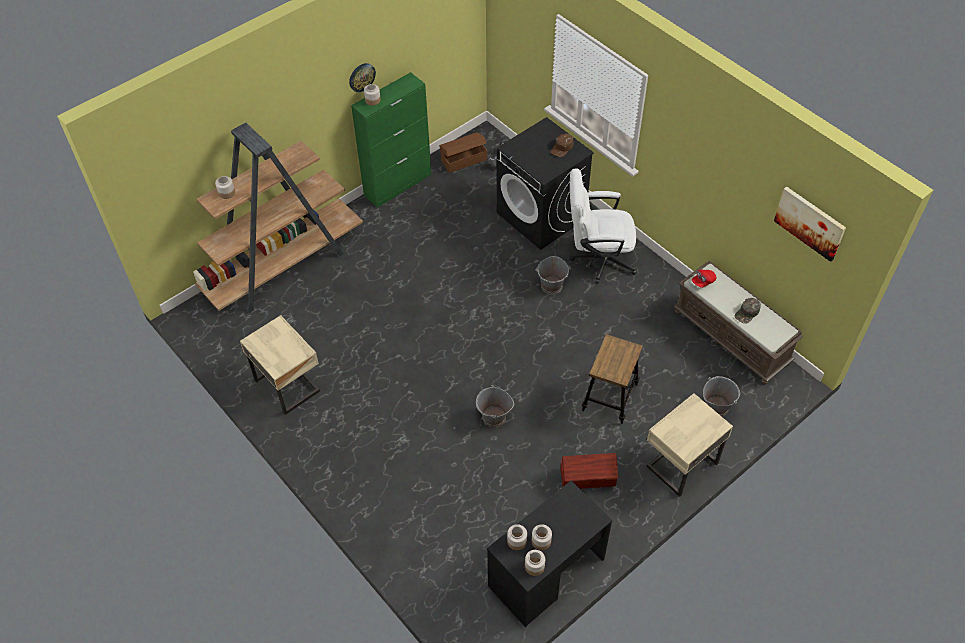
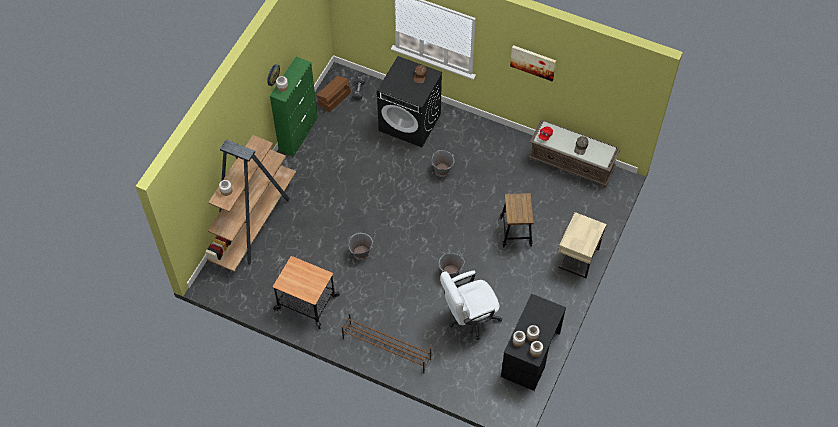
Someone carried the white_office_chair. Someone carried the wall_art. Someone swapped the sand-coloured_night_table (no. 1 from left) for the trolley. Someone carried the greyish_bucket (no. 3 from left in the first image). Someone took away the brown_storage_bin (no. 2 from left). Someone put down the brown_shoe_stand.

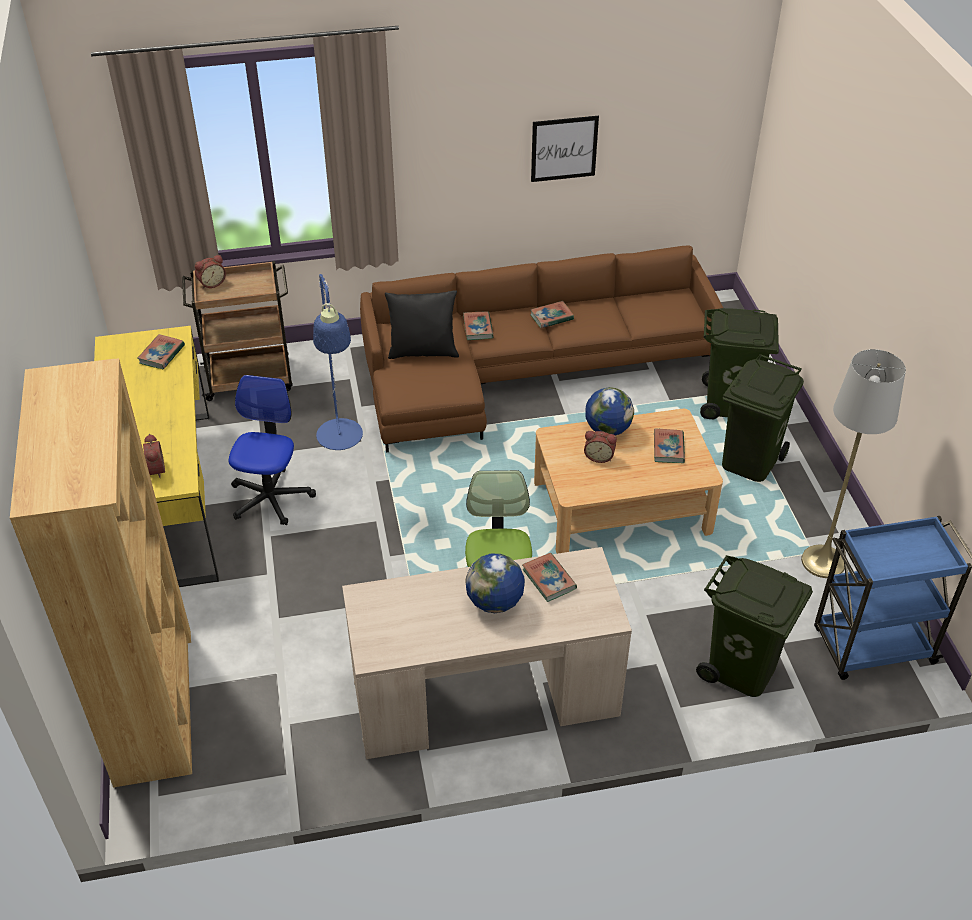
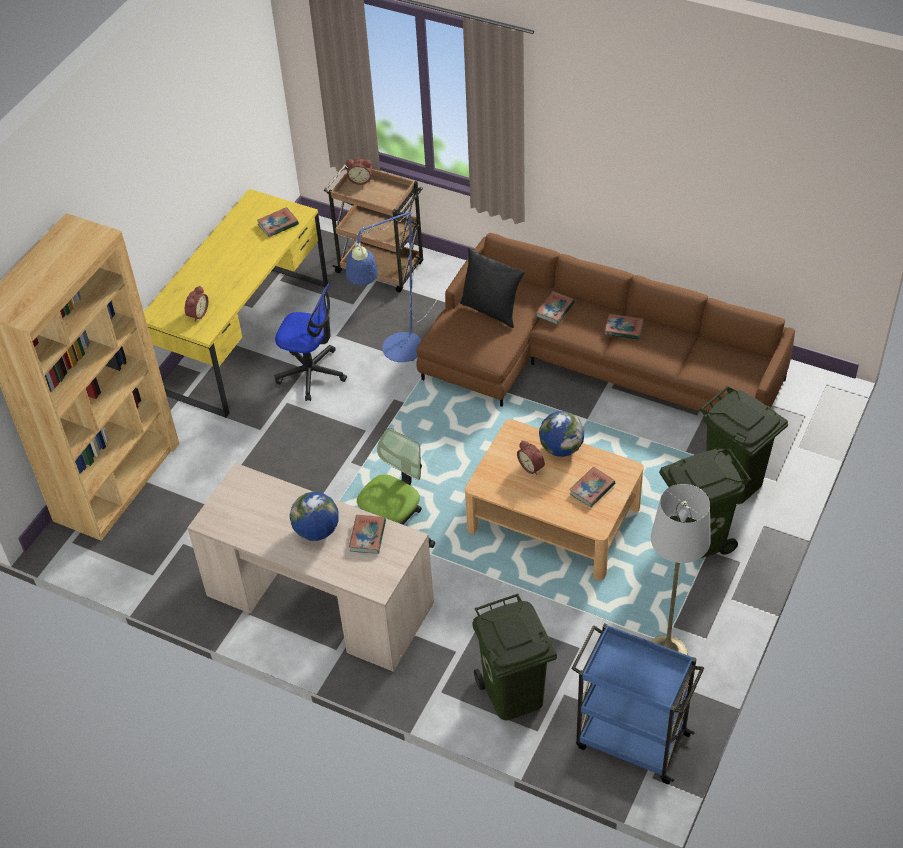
Someone took away the wall_art. Someone rotated the office_chair (no. 1 from left) by 60 degrees clockwise.

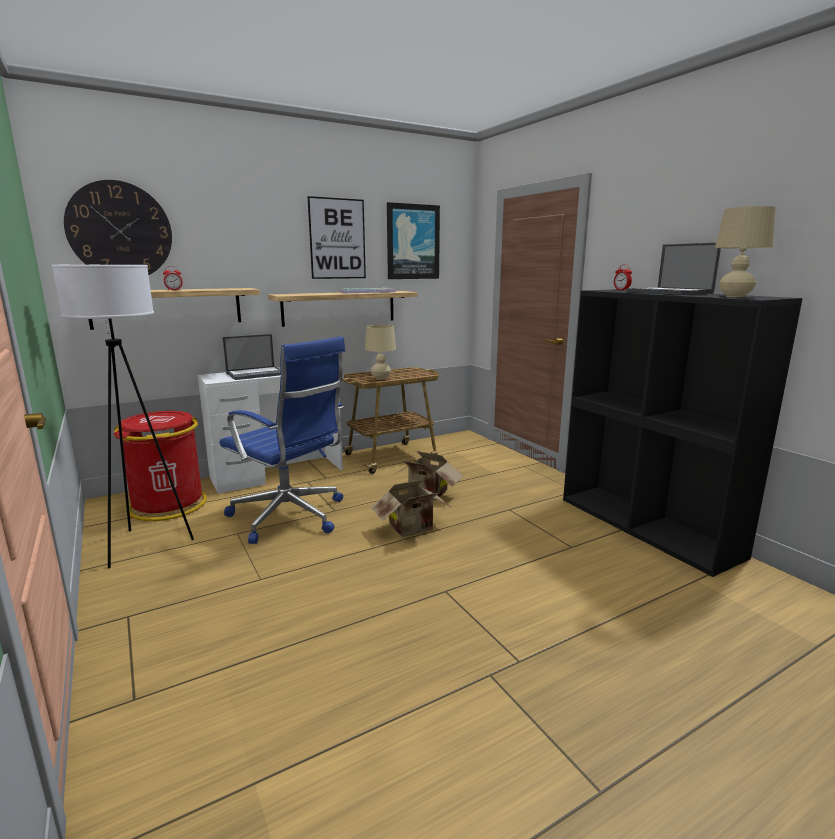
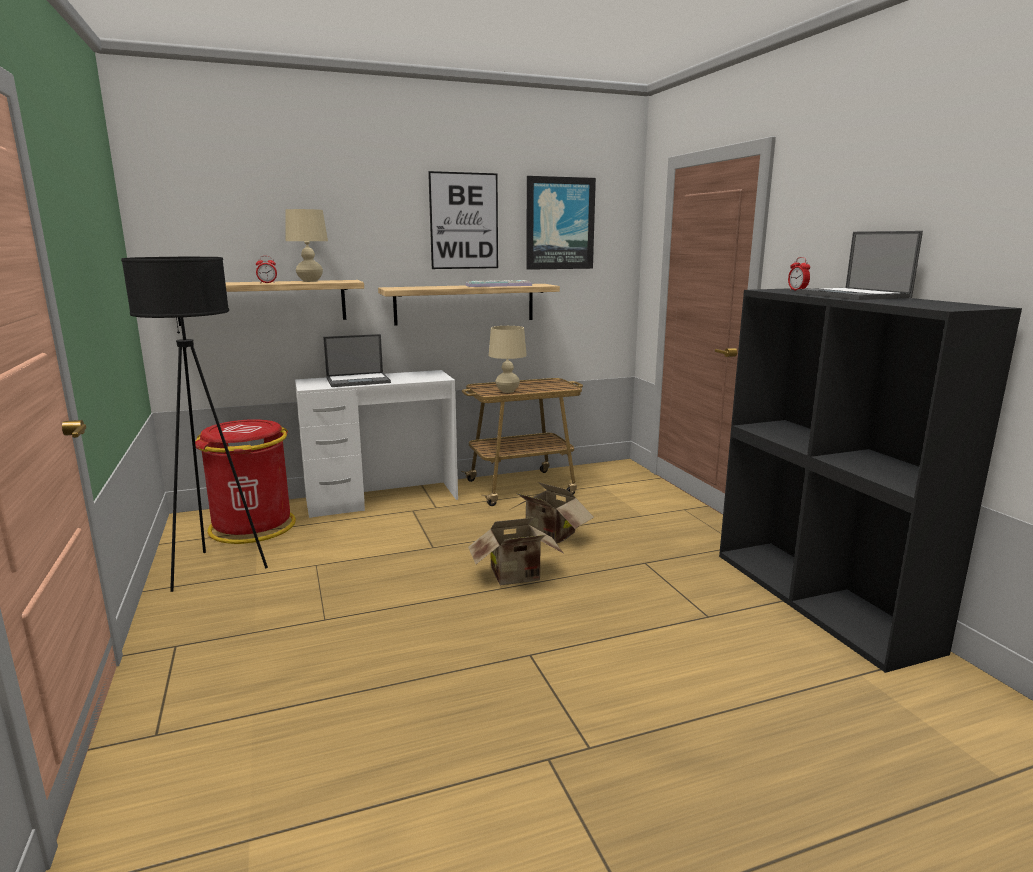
Someone took away the clock_on_the_wall. Someone carried the sand-coloured_lamp_for_a_table (no. 2 from left in the first image). Someone repainted the white_floor_lamp, which became the black_floor_lamp. Someone took away the blue-coloured_office_chair.

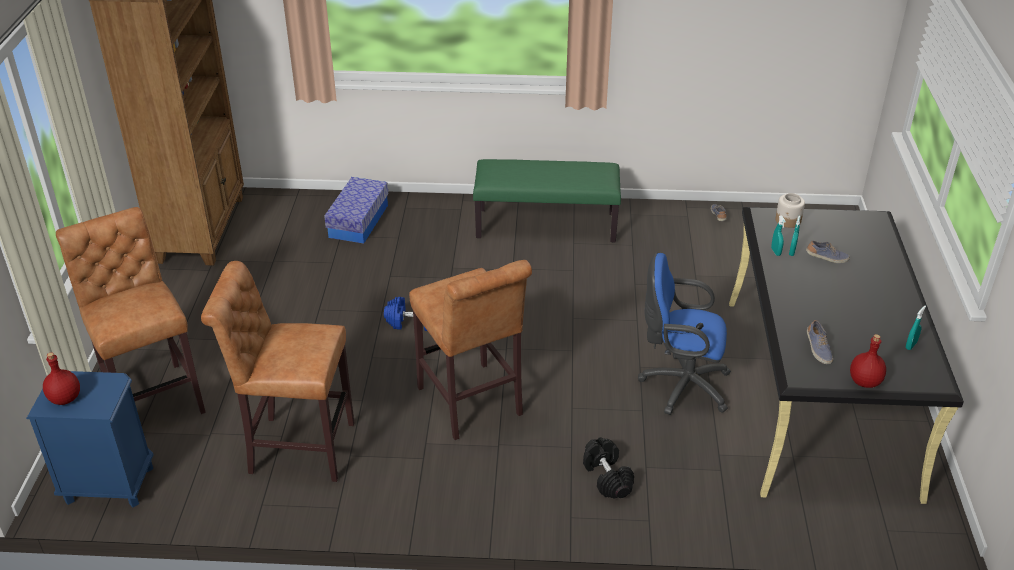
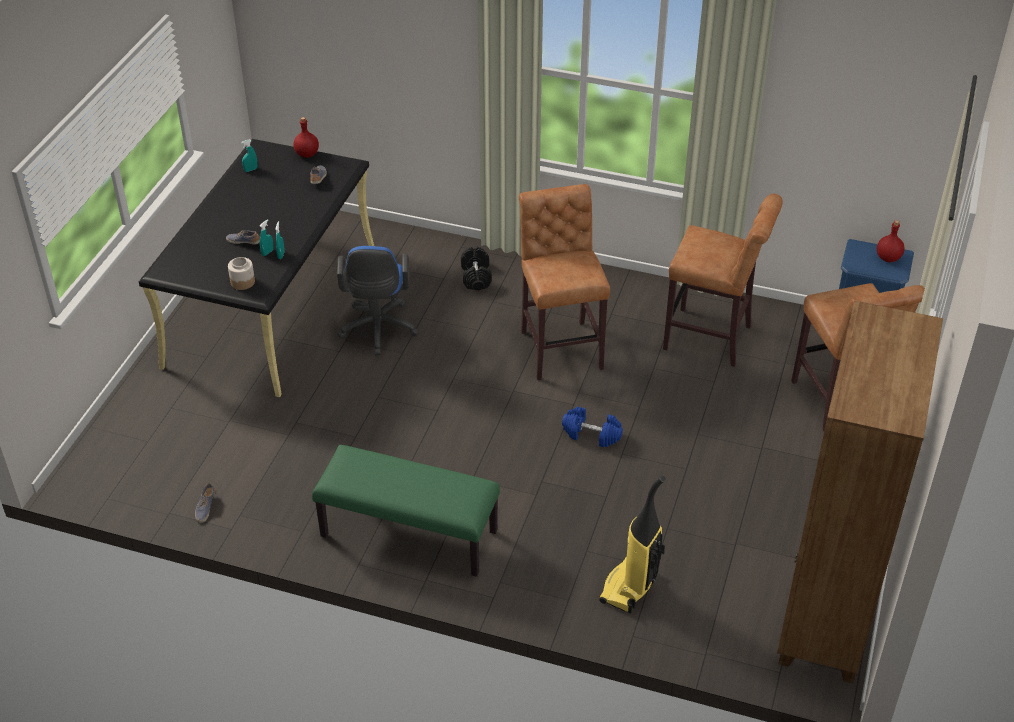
Someone swapped the storage_bin for the vacuum_cleaner. Someone rotated the blue-coloured_office_chair by 60 degrees clockwise.

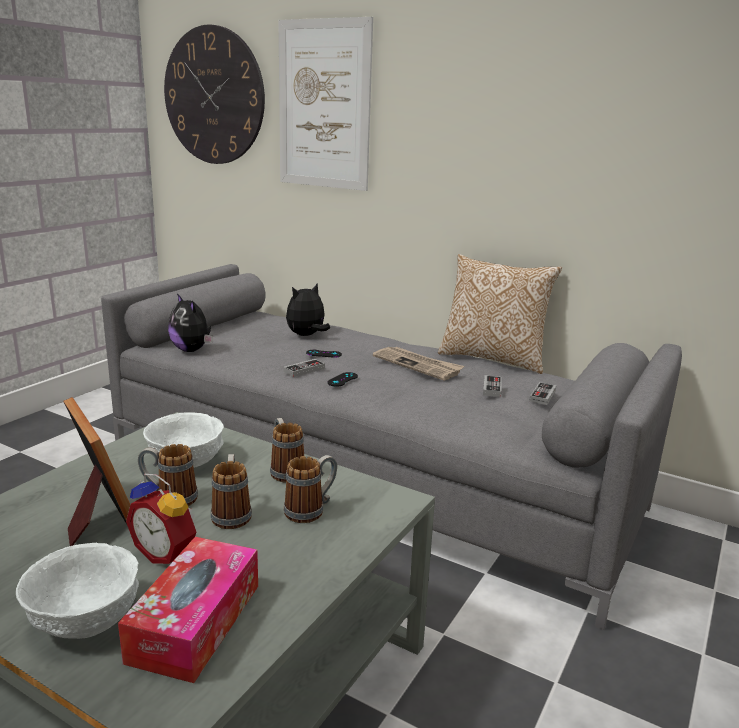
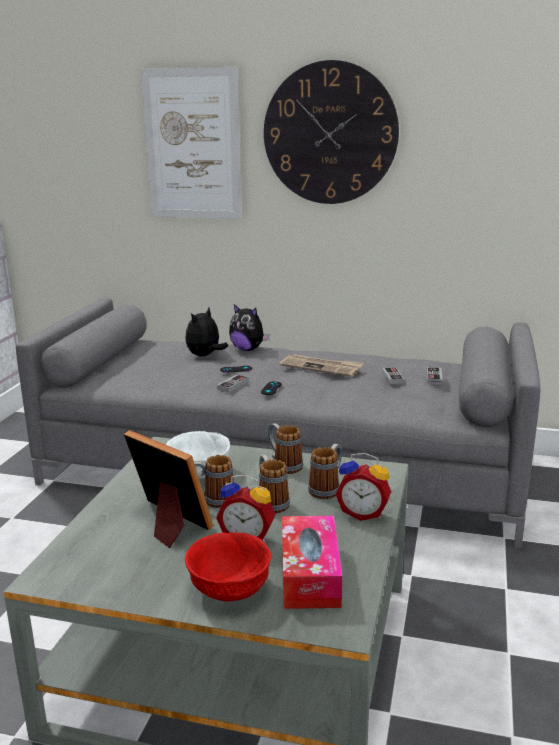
Someone carried the clock_on_the_wall. Someone took away the pillow. Someone carried the soft_toy (no. 1 from left in the first image). Someone repainted the white_bowl (no. 1 from left), which became the reddish_bowl. Someone put down the table_clock (no. 2 from left).

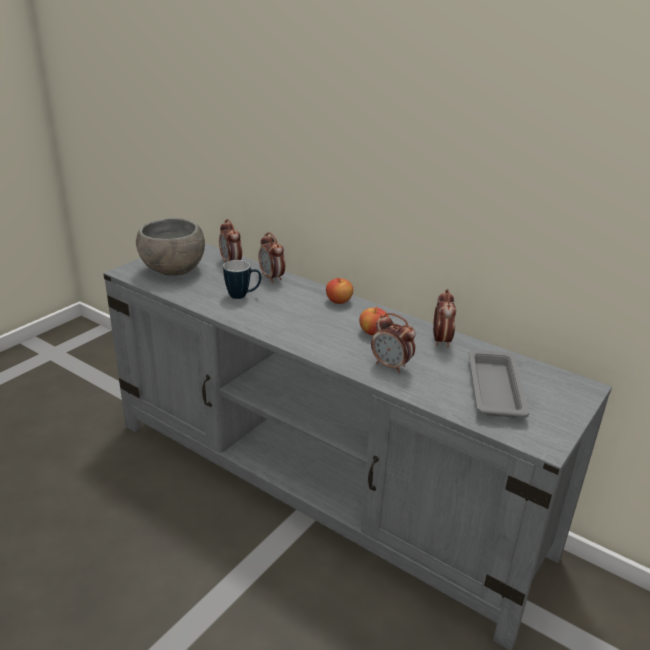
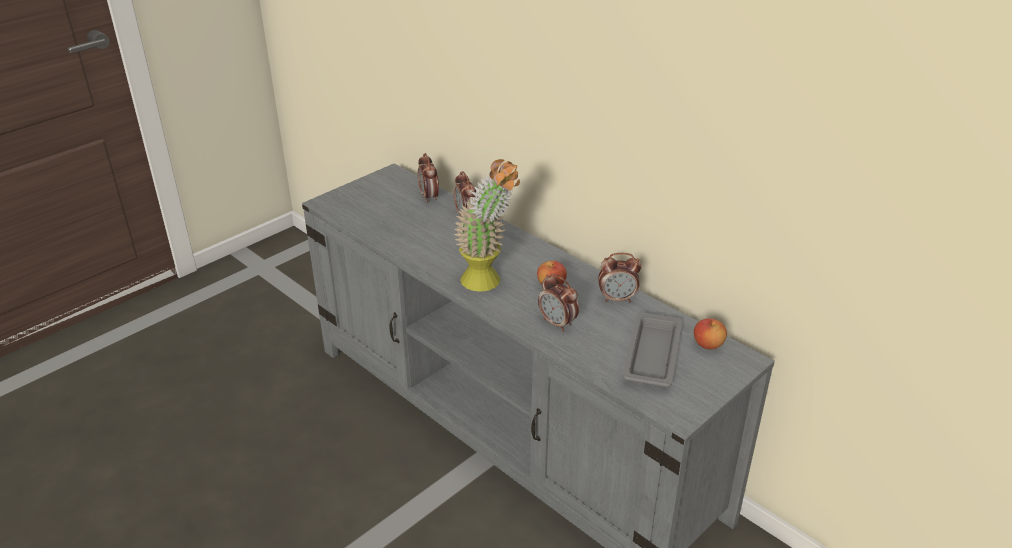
Someone took away the greyish_bowl. Someone took away the mug. Someone carried the apple_fruit (no. 1 from left in the first image). Someone rotated the table_clock (no. 4 from left) by 75 degrees clockwise. Someone put down the potted_plant.

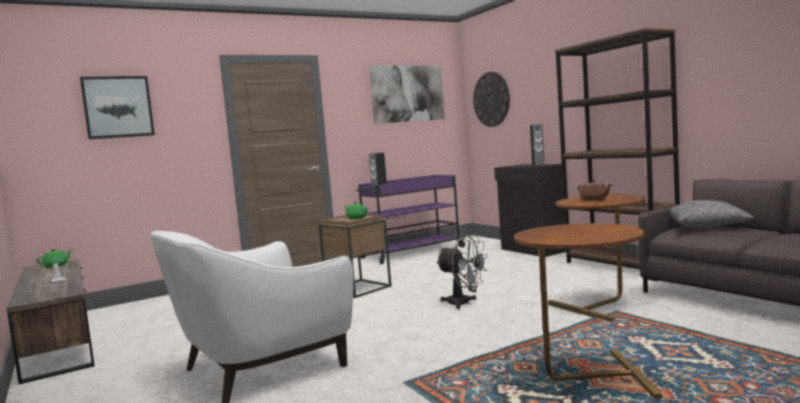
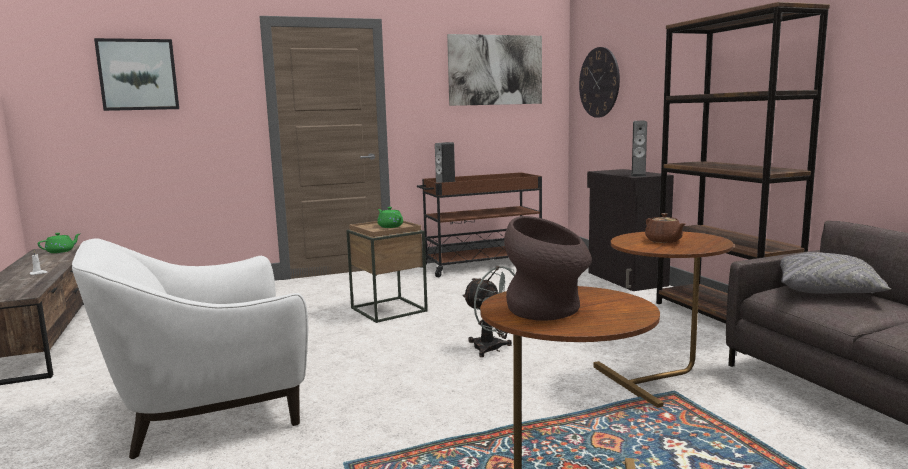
Someone repainted the purple_trolley, which became the brown_trolley. Someone put down the brown_flower_vase.

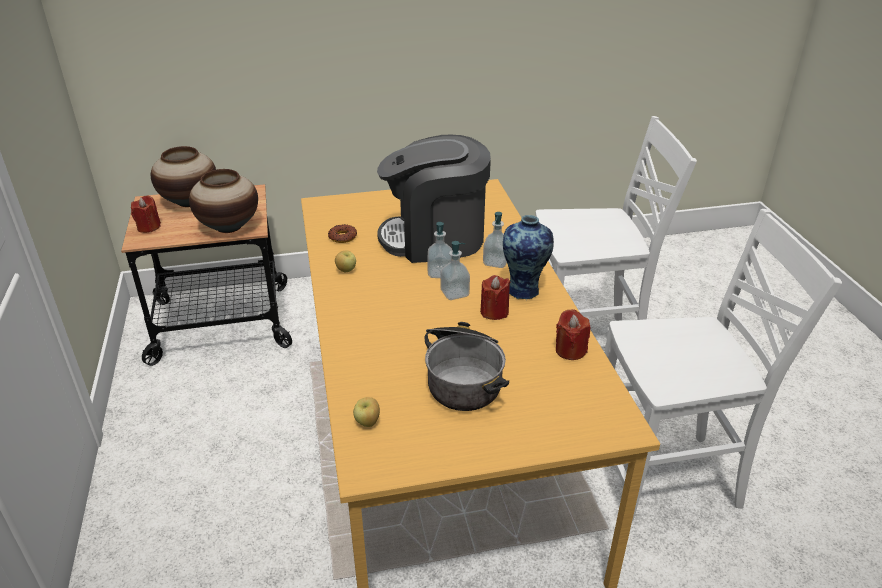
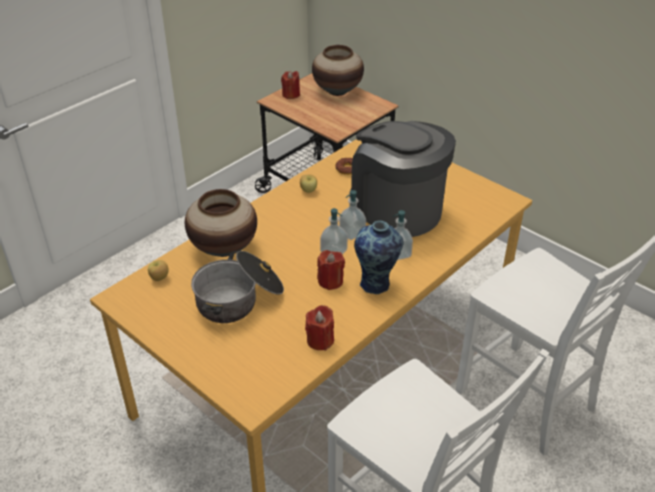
Someone carried the flower_vase (no. 2 from left in the first image).

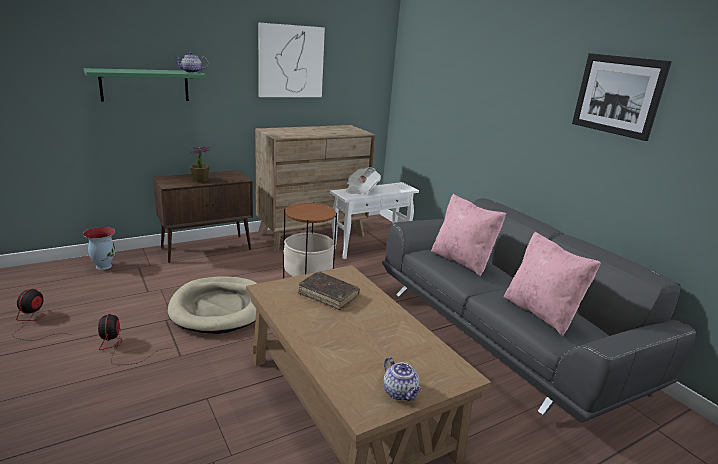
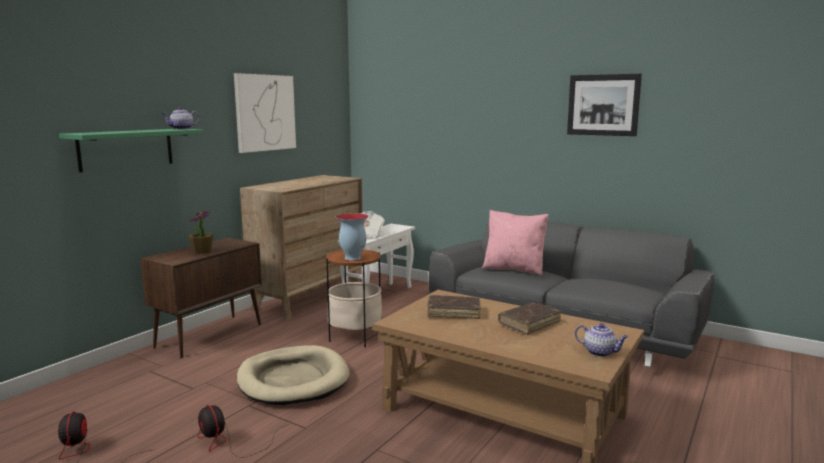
Someone carried the flower_vase. Someone took away the pinkish_pillow (no. 2 from left). Someone put down the brown_volume (no. 2 from left).

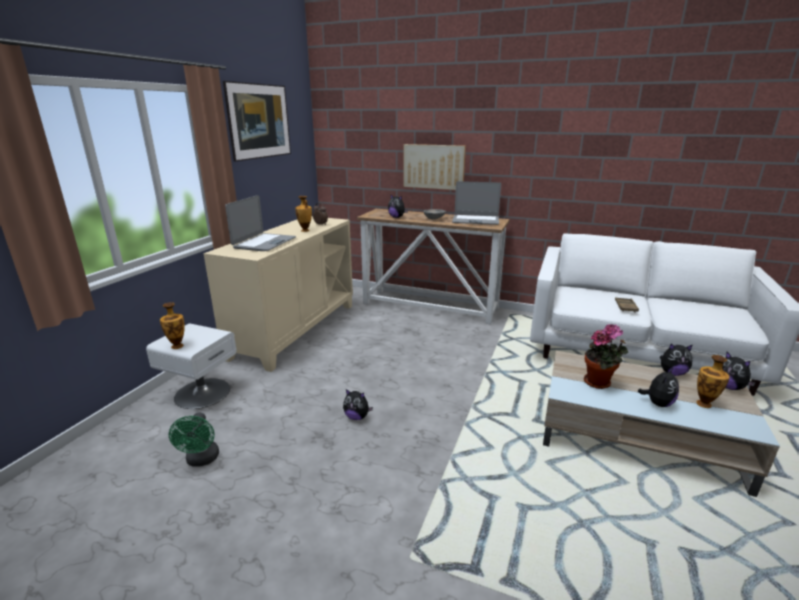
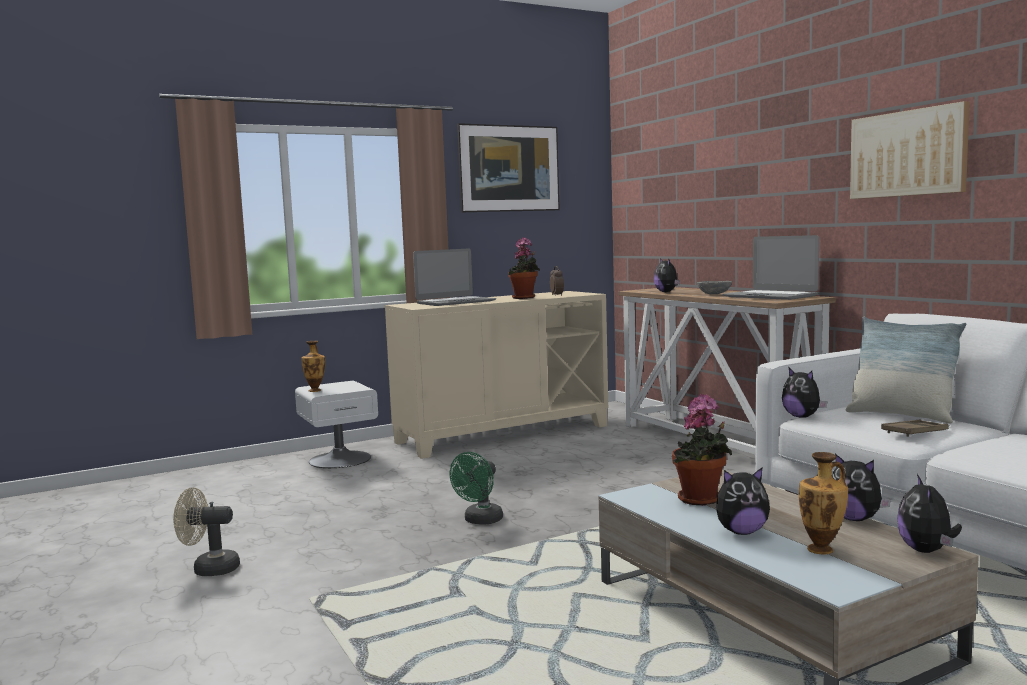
Someone carried the wall_art (no. 2 from left). Someone swapped the flower_vase (no. 2 from left) for the potted_plant (no. 1 from left). Someone carried the soft_toy (no. 1 from left in the first image). Someone carried the greenish_electric_fan. Someone put down the pillow. Someone put down the sand-coloured_electric_fan.

